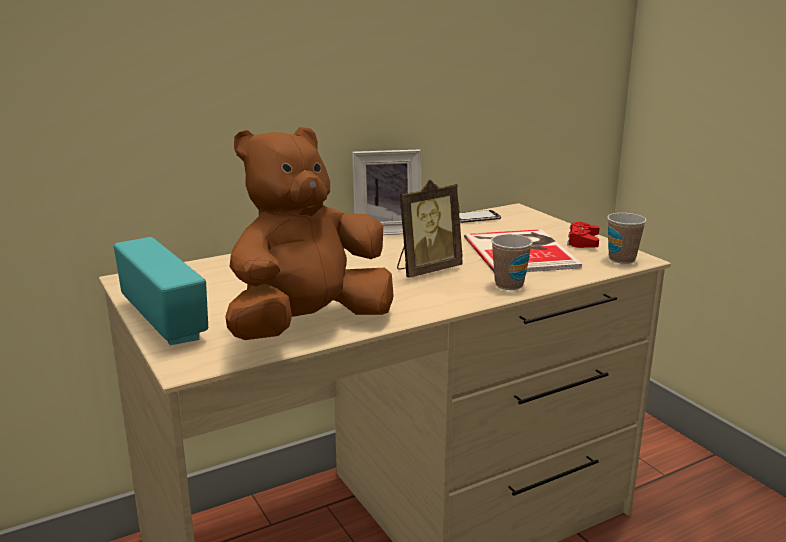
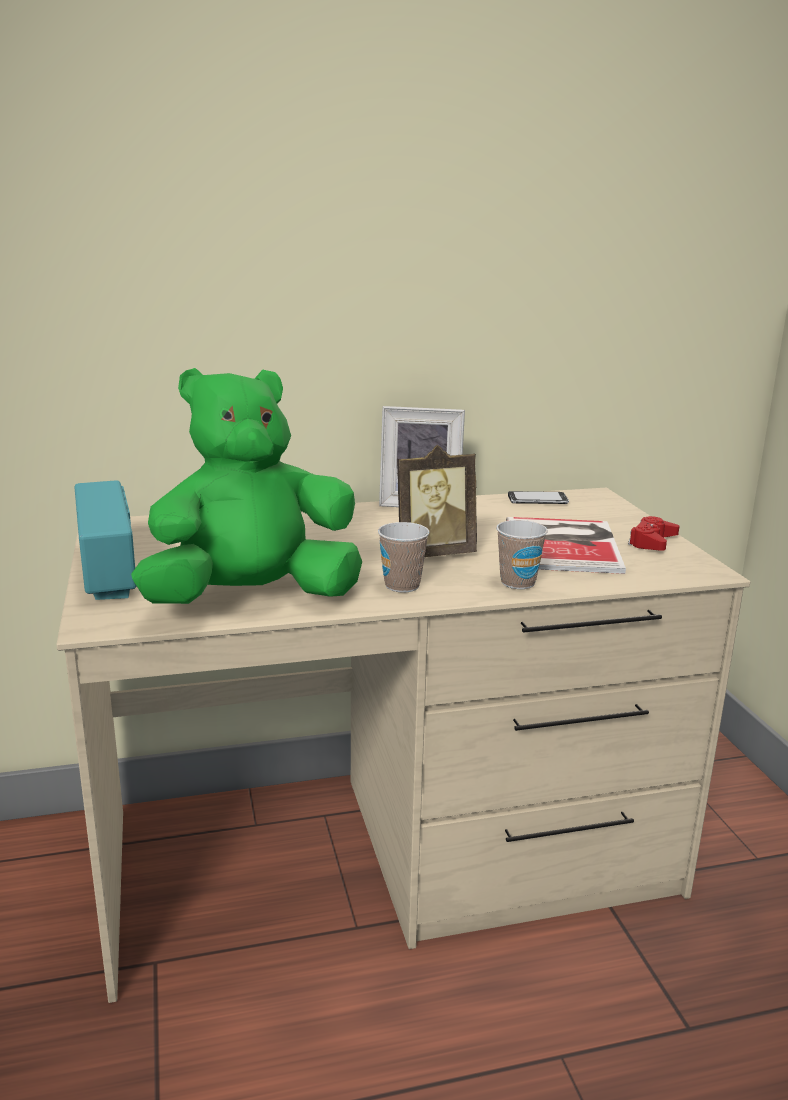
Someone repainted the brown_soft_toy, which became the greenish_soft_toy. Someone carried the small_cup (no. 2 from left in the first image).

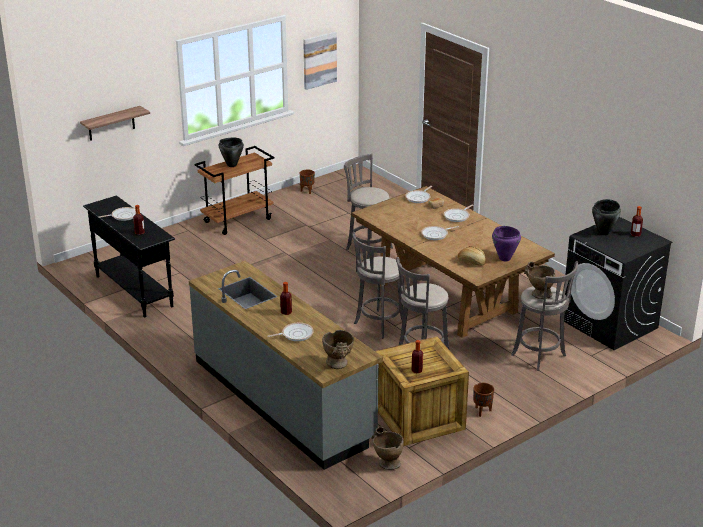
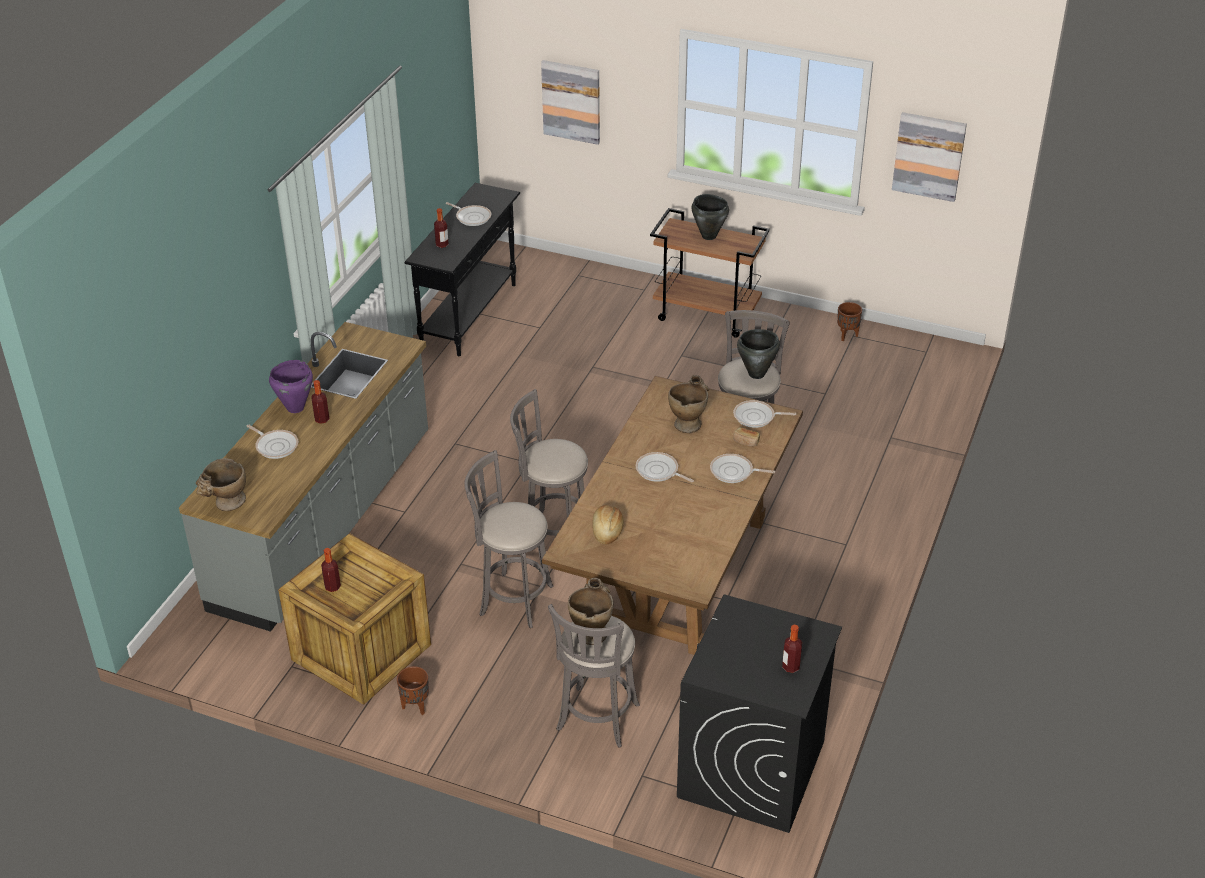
Someone swapped the bracket_shelf for the wall_art (no. 1 from left). Someone carried the black_stockpot (no. 2 from left). Someone carried the purple_stockpot. Someone carried the sand-coloured_flower_vase (no. 2 from left in the first image).

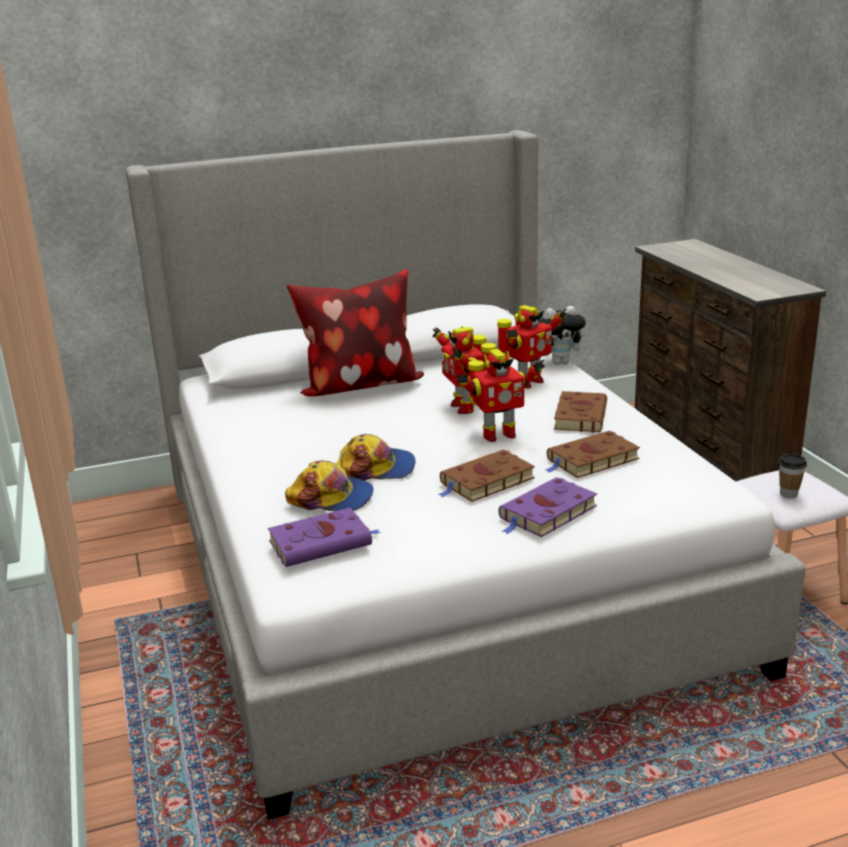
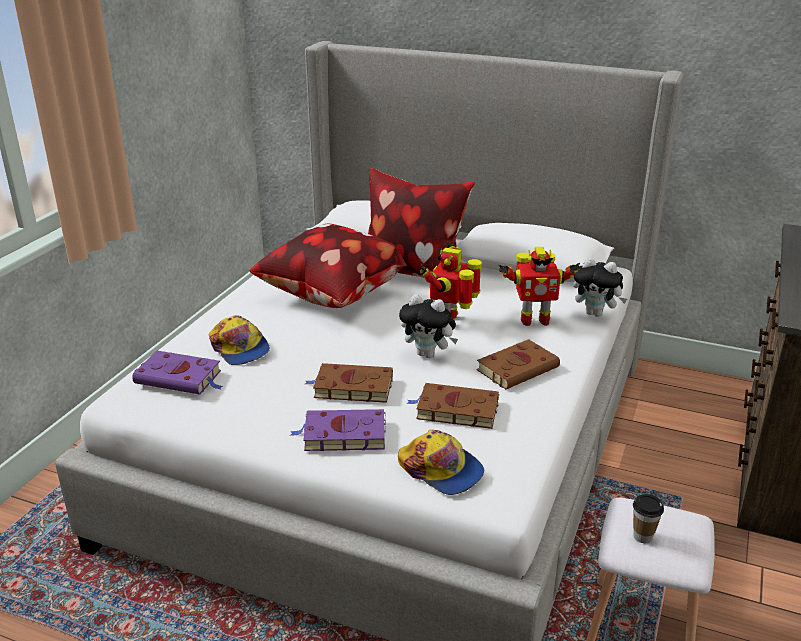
Someone swapped the model_robot (no. 2 from left) for the soft_toy (no. 1 from left). Someone carried the peaked_cap (no. 2 from left). Someone put down the pillow (no. 1 from left).

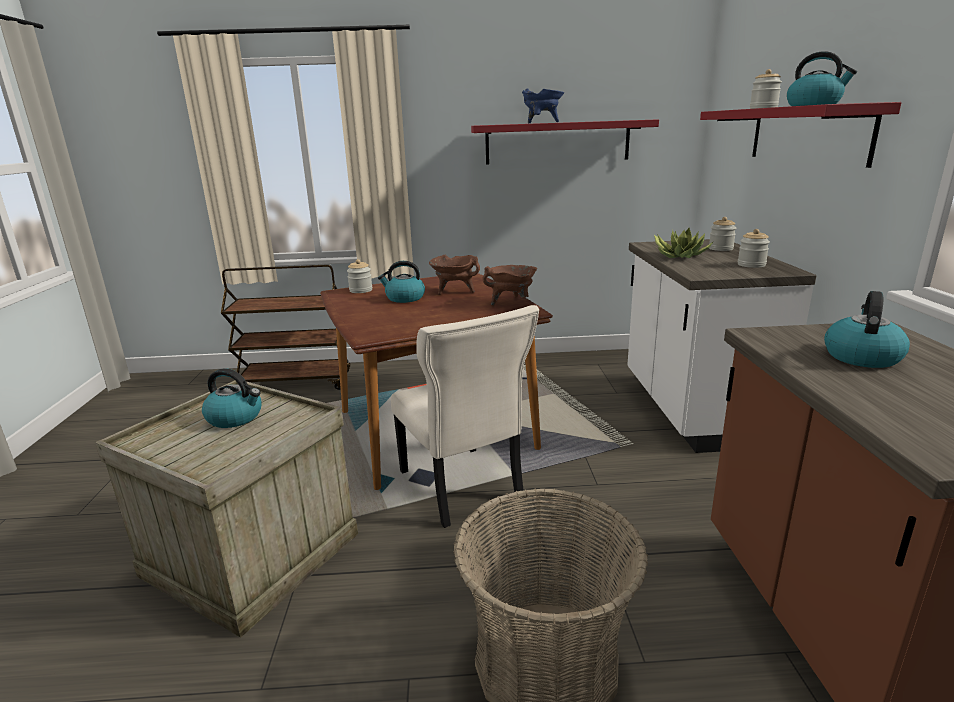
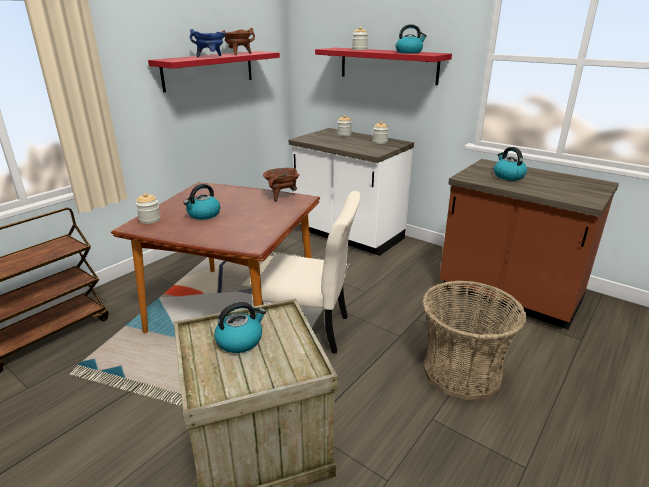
Someone took away the potted_plant. Someone carried the brown_stockpot (no. 1 from left).

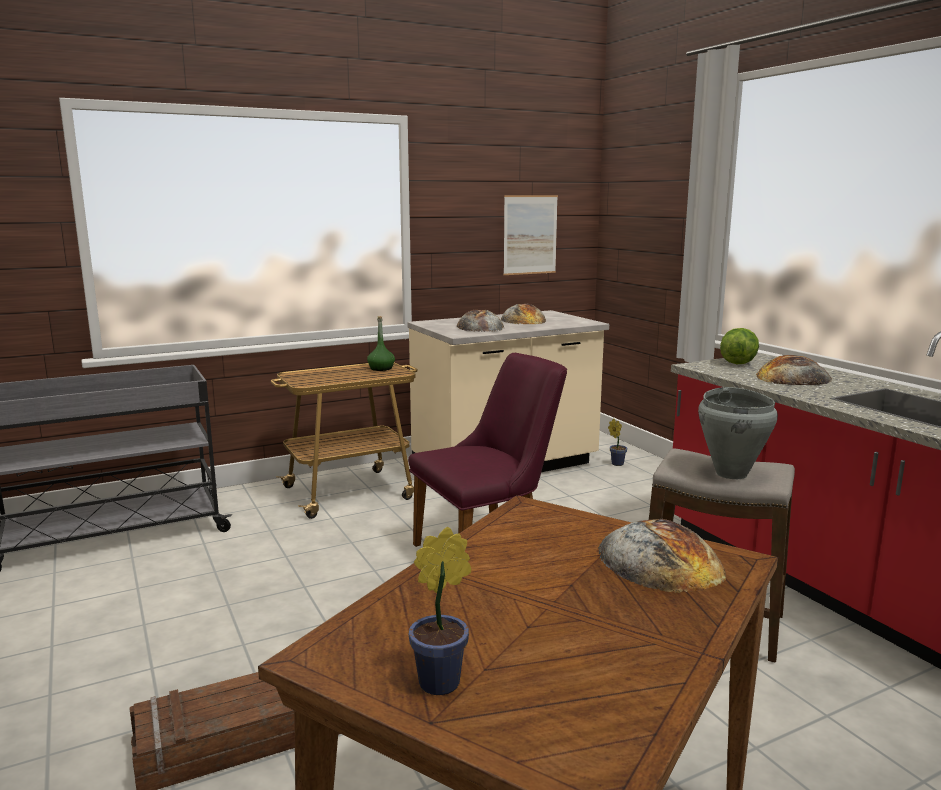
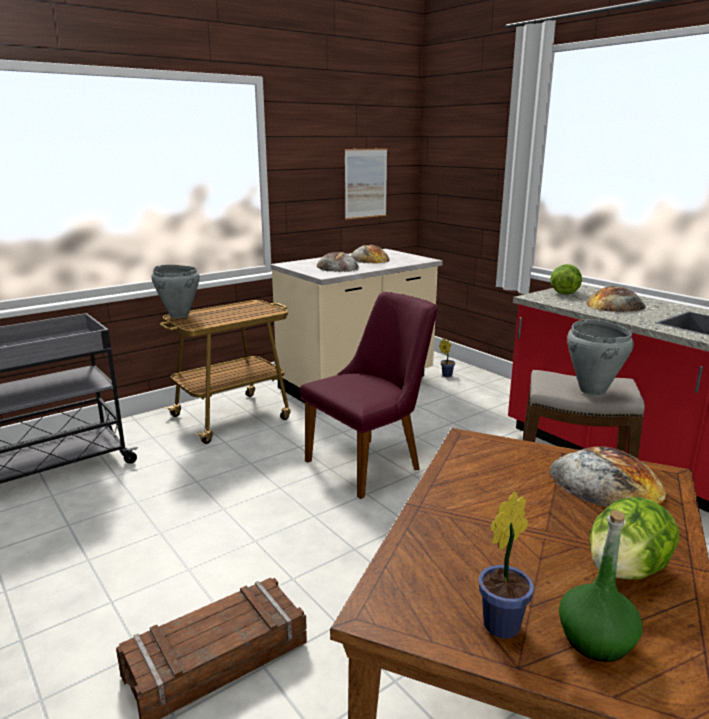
Someone carried the greenish_drink_bottle. Someone put down the greyish_stockpot (no. 1 from left). Someone put down the lettuce_head (no. 2 from left).

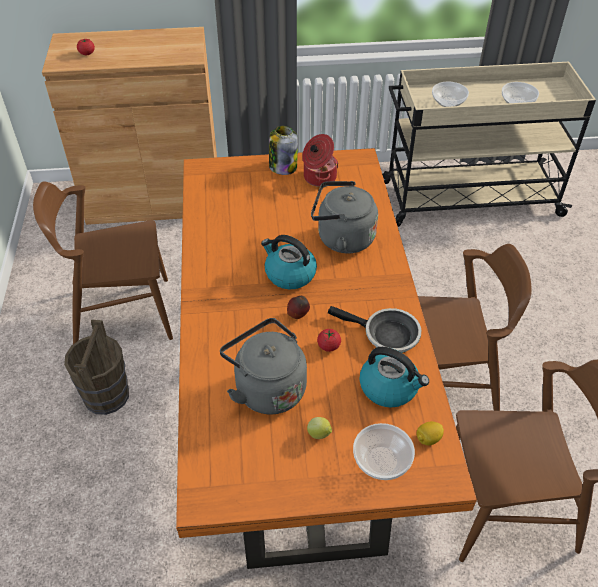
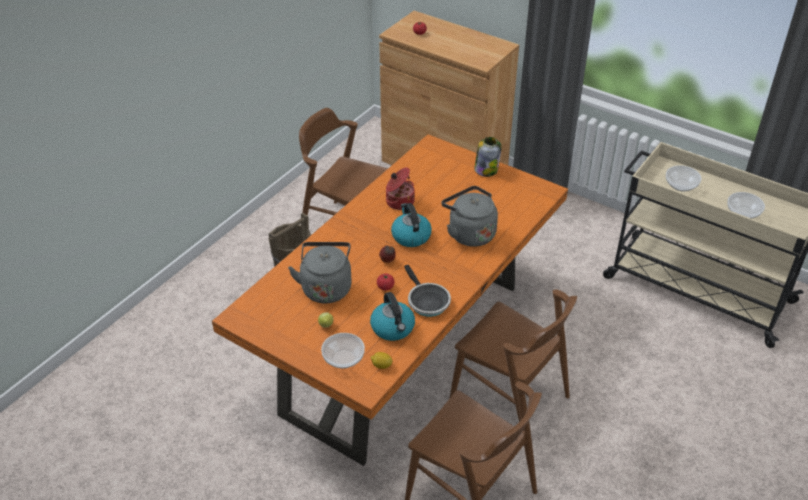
Someone carried the stockpot.

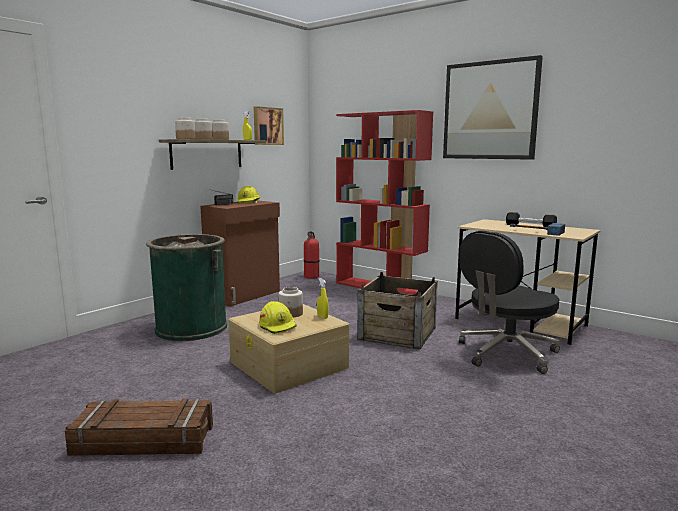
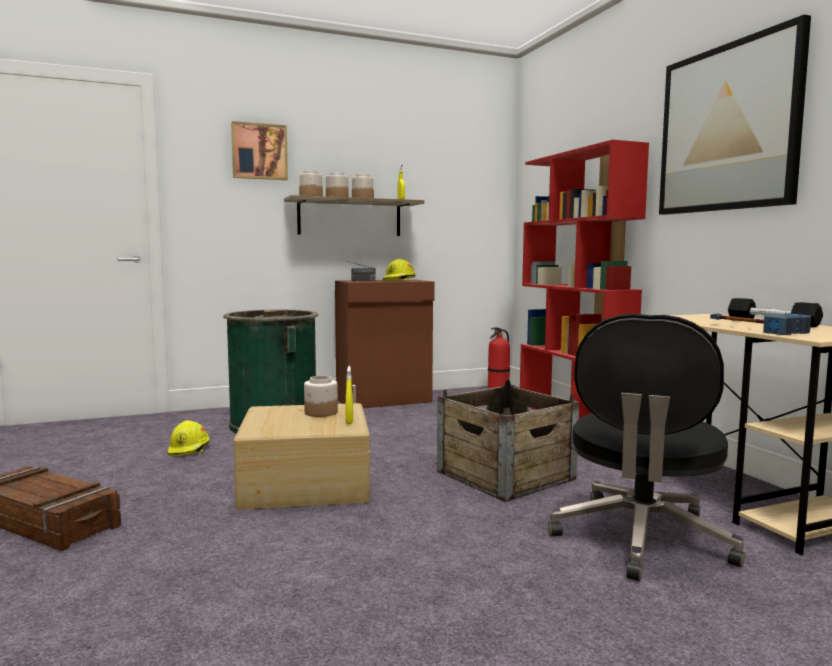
Someone carried the wall_art (no. 1 from left). Someone rotated the black_office_chair by 60 degrees counterclockwise. Someone carried the yellow-coloured_hard_hat (no. 2 from left in the first image).

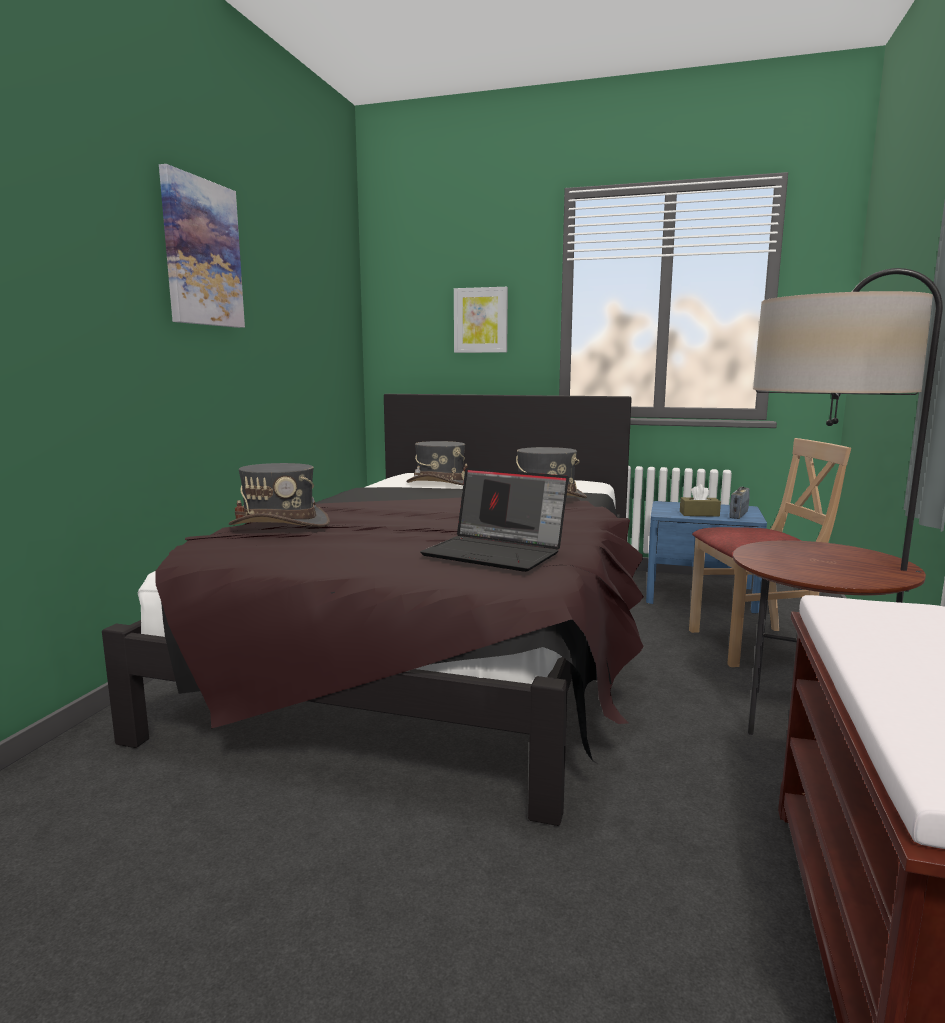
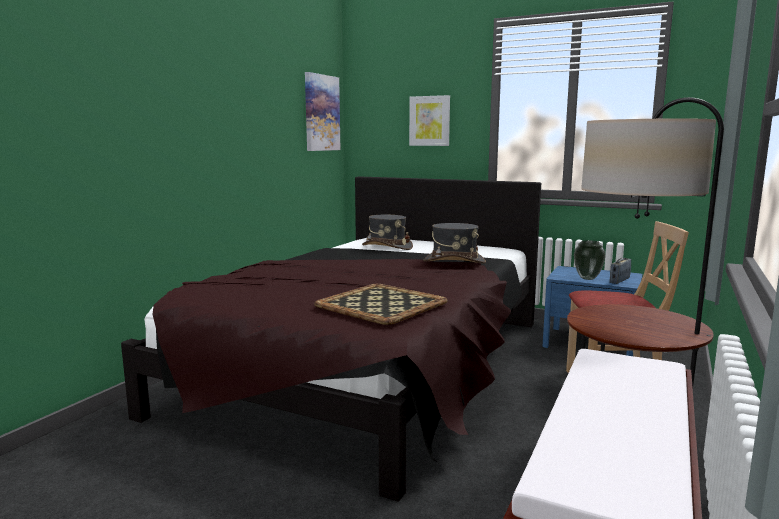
Someone carried the wall_art (no. 1 from left). Someone took away the greyish_hat (no. 1 from left). Someone swapped the notebook_computer for the carrying_tray. Someone swapped the brown_tissue_holder for the flower_vase.

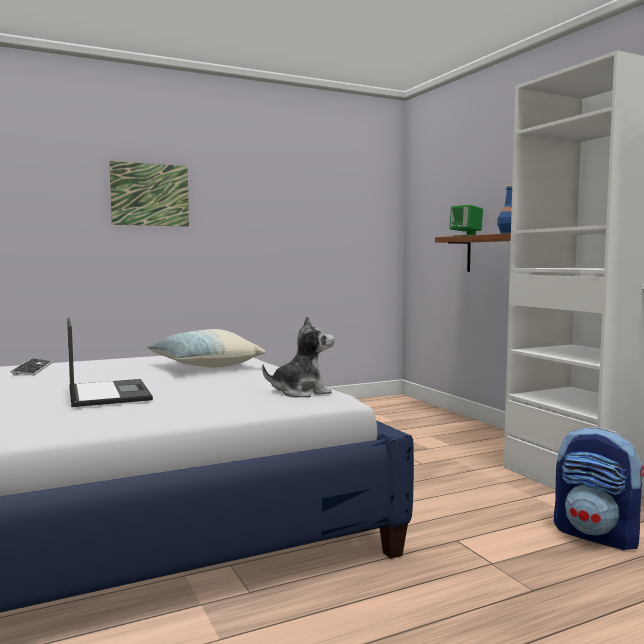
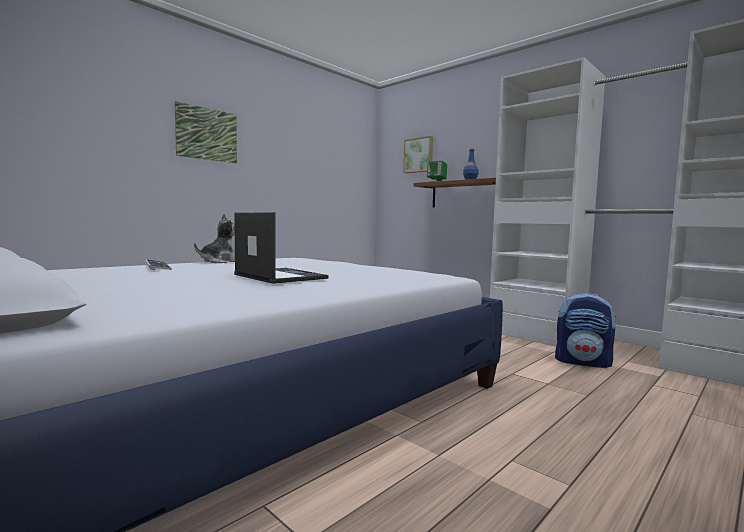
Someone carried the soft_toy. Someone took away the pillow. Someone put up the wall_art (no. 2 from left).

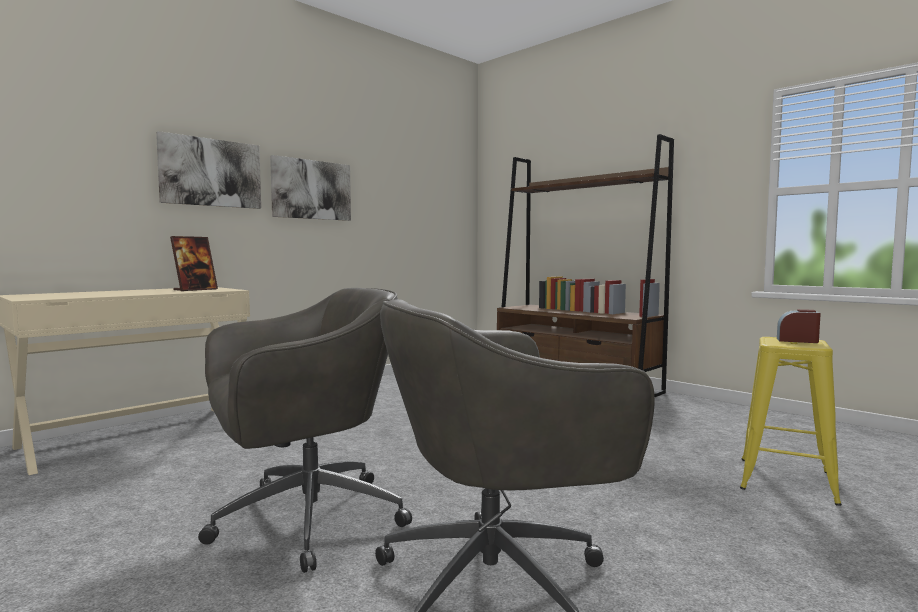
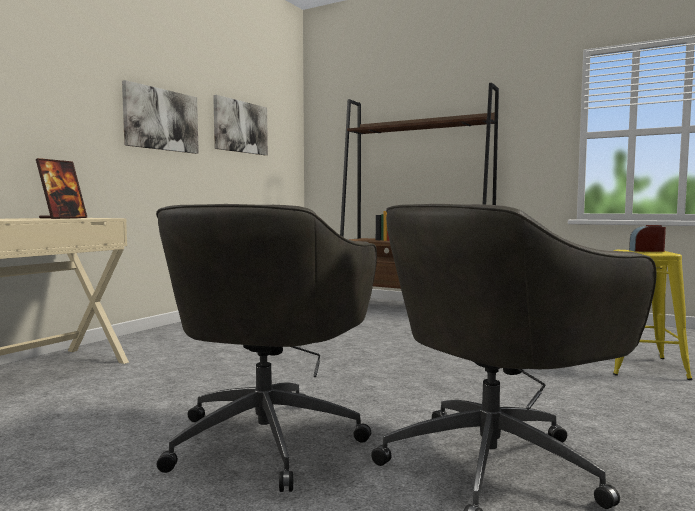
Someone carried the wall_art (no. 1 from left in the first image). Someone rotated the greyish_office_chair (no. 1 from left) by 150 degrees clockwise.

